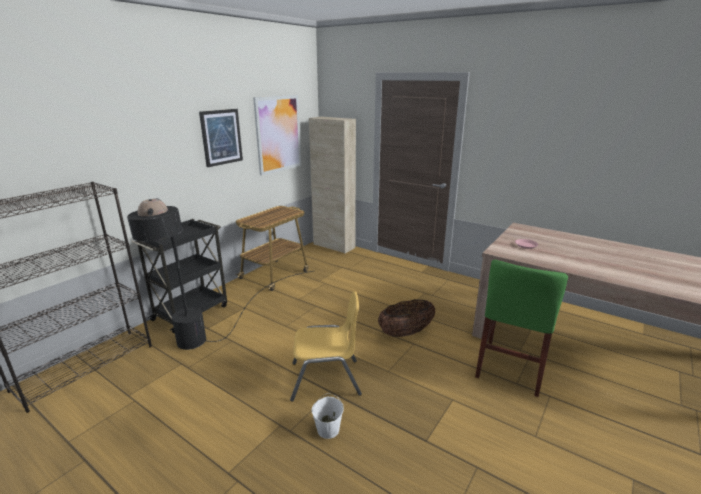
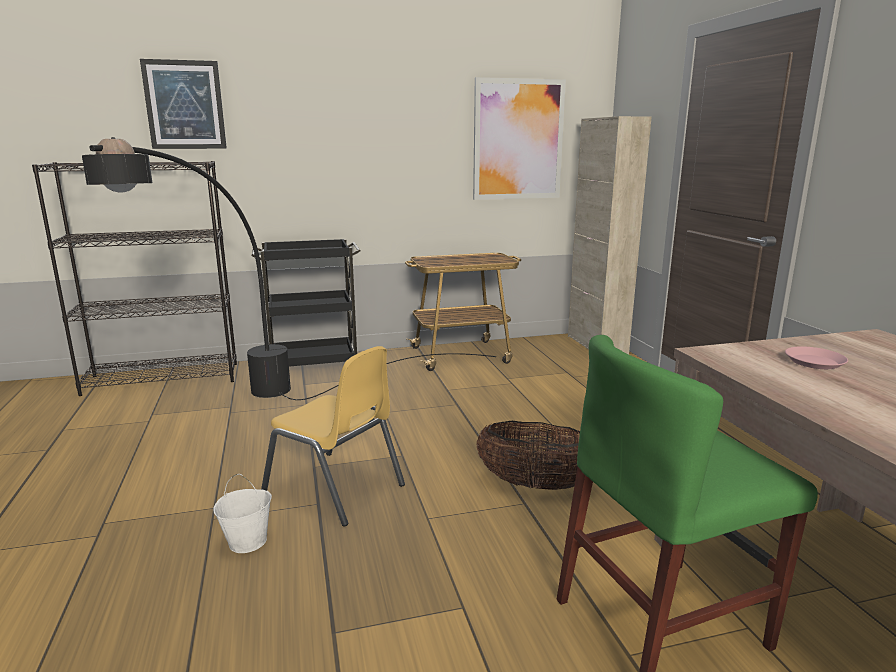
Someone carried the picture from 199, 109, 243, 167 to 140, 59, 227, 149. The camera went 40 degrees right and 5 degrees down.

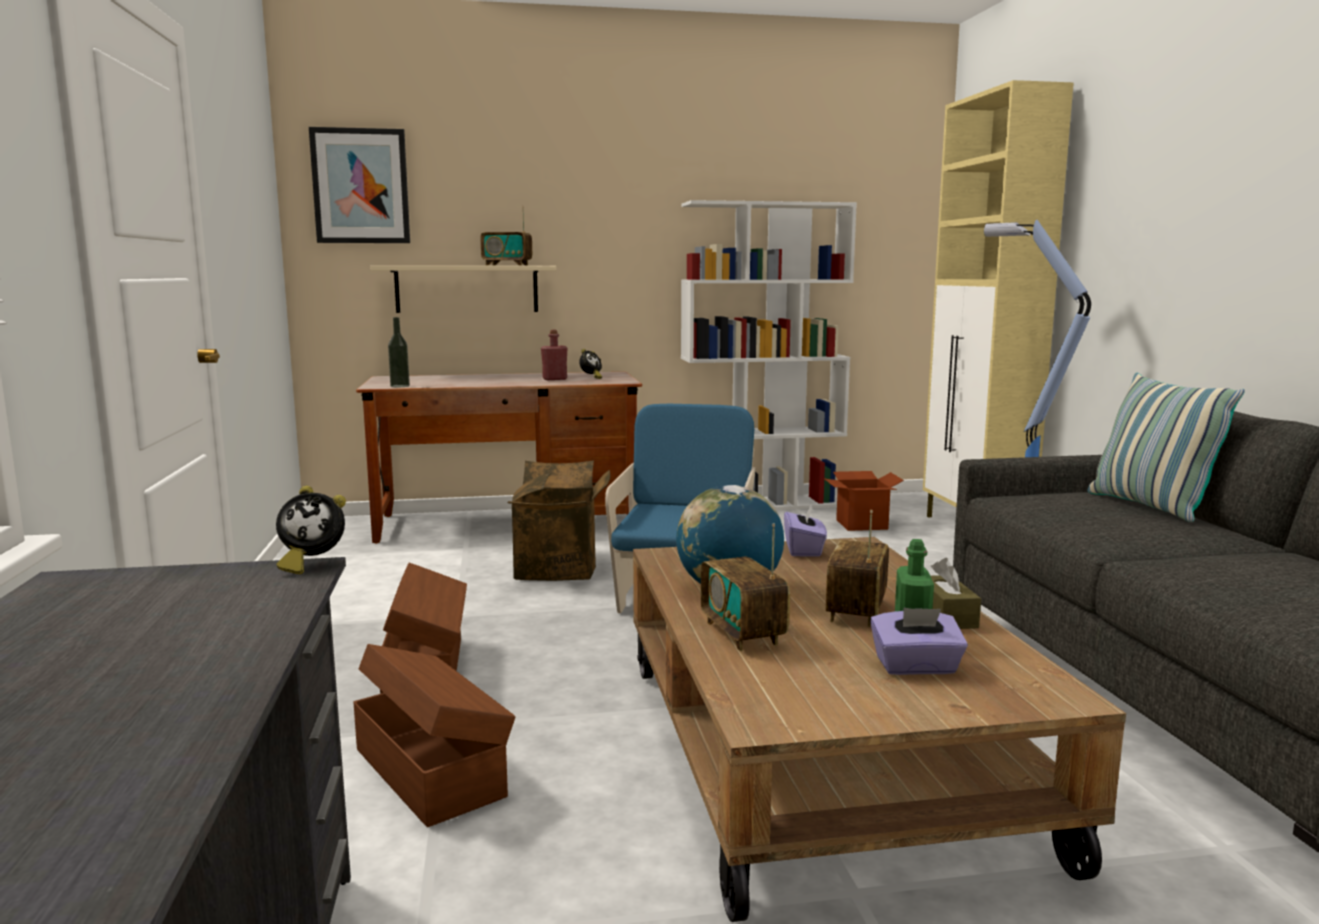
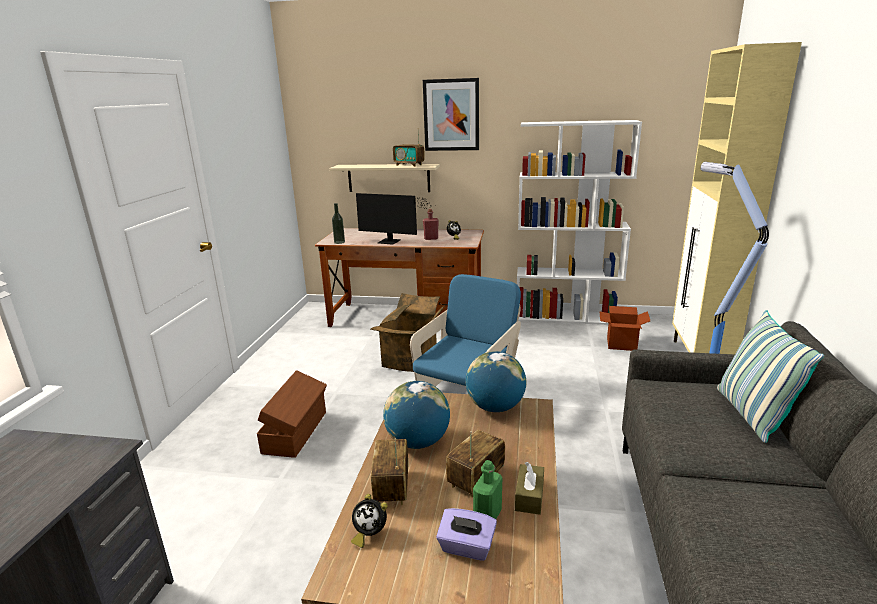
Someone took away the storage box (brown) at 353, 644, 516, 827. Someone put down the monitor at 356, 193, 430, 245. Someone carried the alarm clock from 276, 486, 346, 574 to 351, 494, 388, 548. Someone carried the picture from 309, 127, 410, 243 to 423, 78, 479, 151. Someone swapped the tissue box (purple) at 784, 502, 827, 557 for the globe at 466, 351, 526, 412. The camera went 20 degrees right and 10 degrees up.

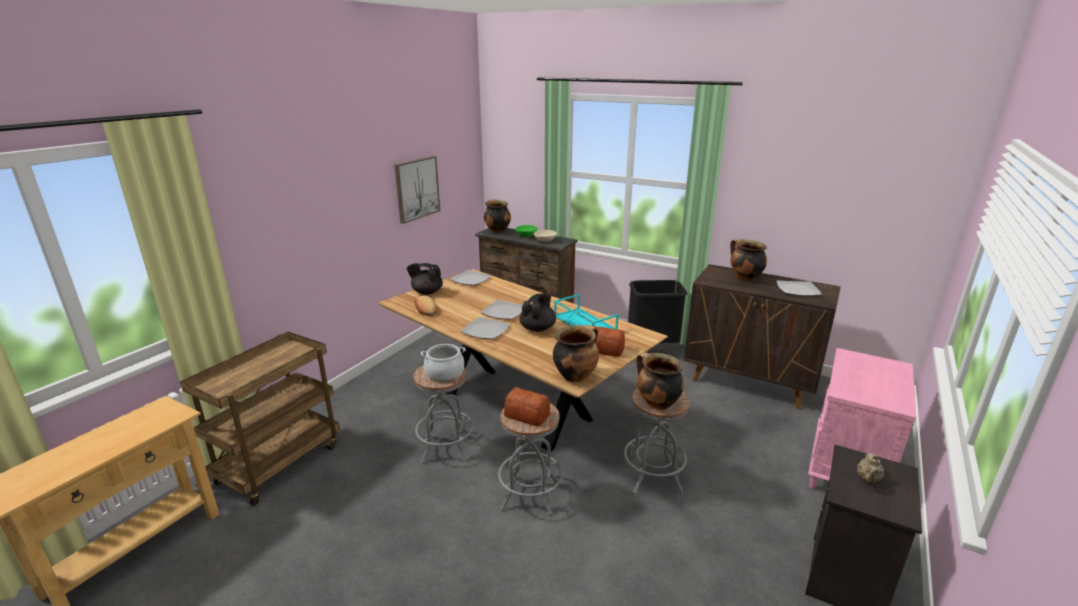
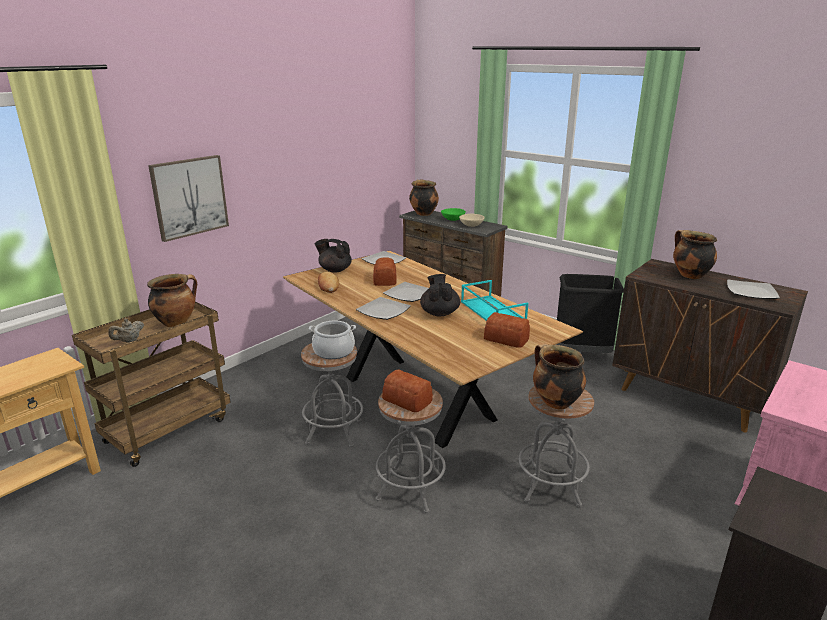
Someone put down the bread at 373, 257, 397, 286. Someone carried the picture from 395, 156, 440, 224 to 148, 155, 229, 242. Someone carried the cooking pot from 553, 325, 599, 383 to 147, 274, 197, 327. Someone carried the teapot (beige) from 857, 453, 884, 484 to 108, 319, 144, 343. Someone rotated the teapot (black) at 519, 293, 556, 332 by 45 degrees counterclockwise. The camera went 10 degrees right and 0 degrees up.

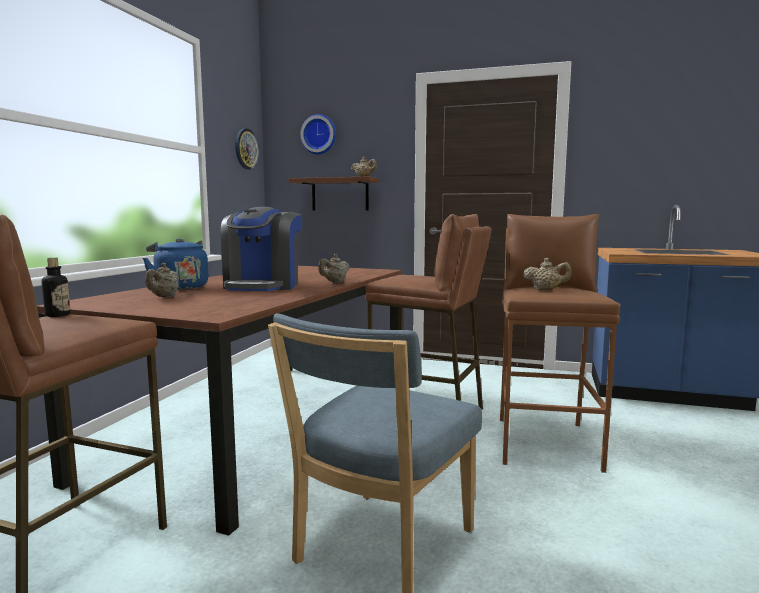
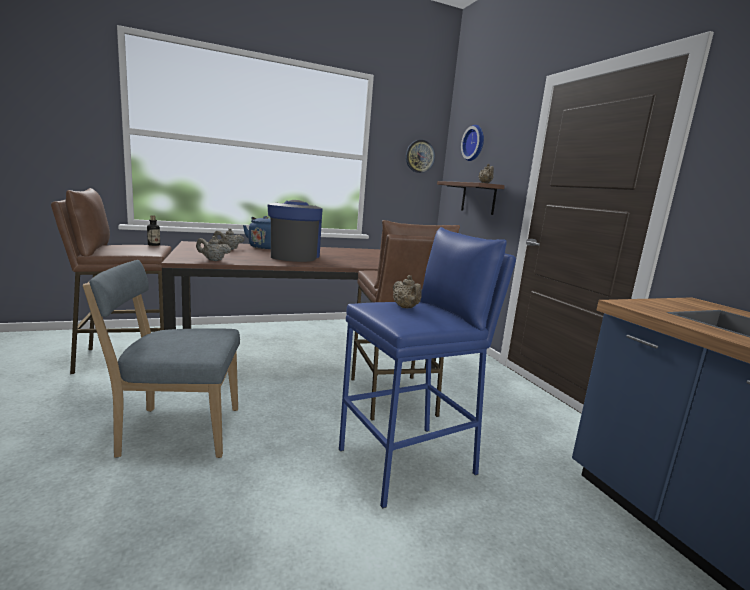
Someone carried the teapot (beige) from 318, 254, 350, 282 to 196, 236, 231, 261. Someone repainted the stool (brown) at 500, 214, 620, 473, which became the stool (blue) at 339, 227, 516, 509. Someone rotated the coffee machine at 221, 207, 302, 291 by 120 degrees clockwise. The camera went 50 degrees right and 5 degrees up.

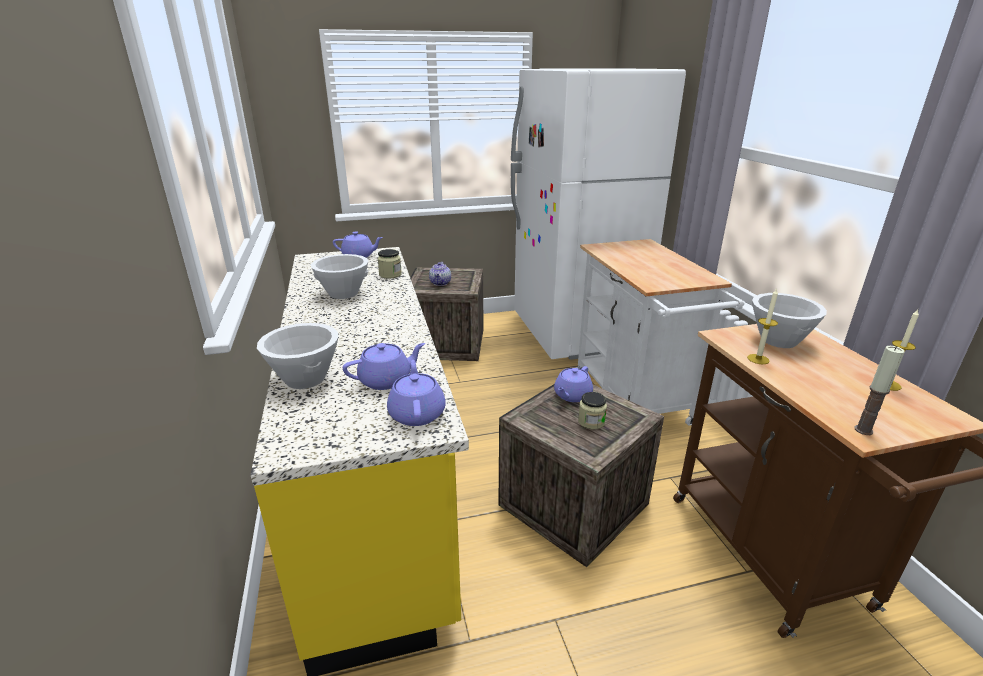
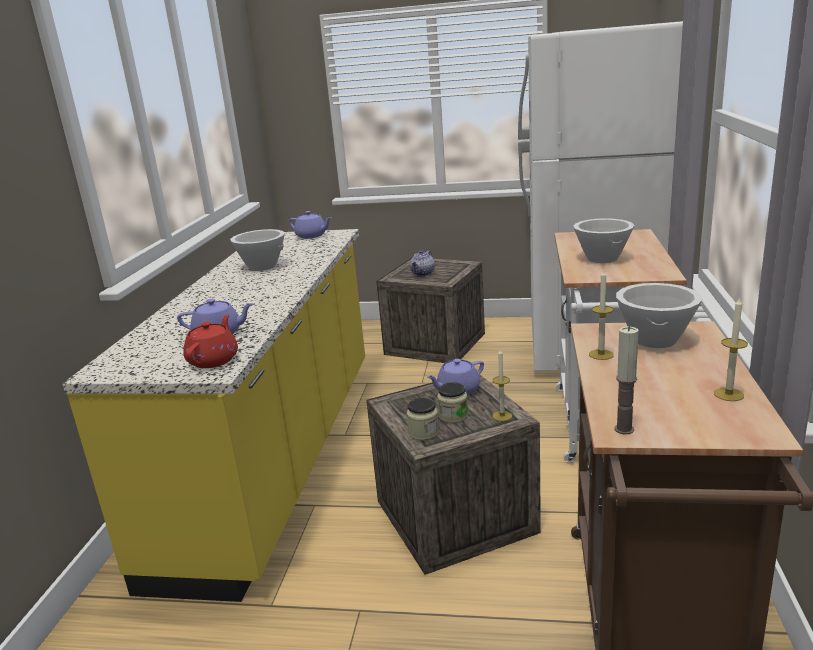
Someone put down the candle at 492, 349, 512, 421. Someone carried the bowl (white) from 257, 323, 339, 389 to 573, 218, 634, 263. Someone carried the jar from 378, 249, 402, 279 to 407, 398, 439, 441. Someone repainted the teapot (purple) at 387, 360, 446, 426, which became the teapot (red) at 183, 314, 238, 368. The camera went 25 degrees right and 5 degrees down.

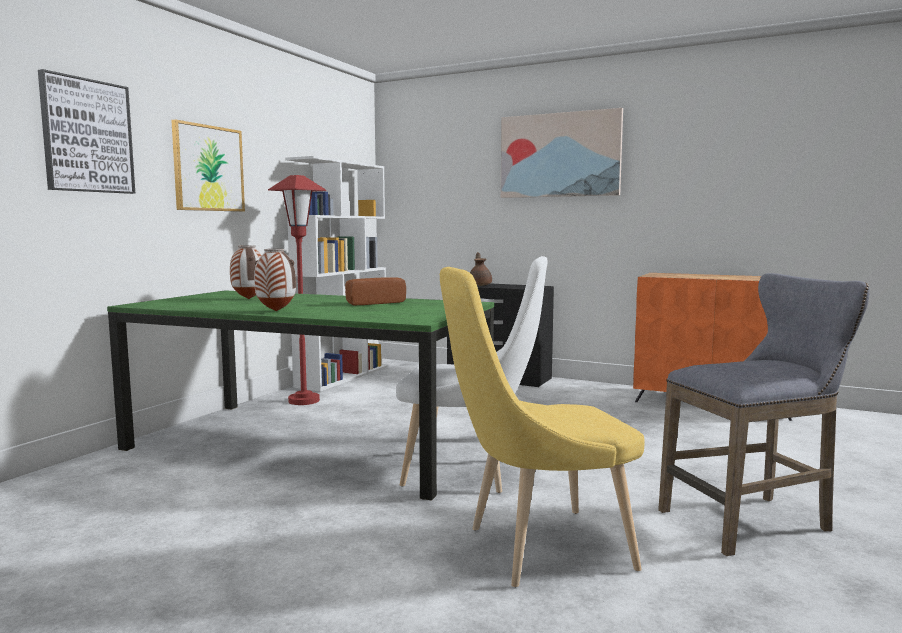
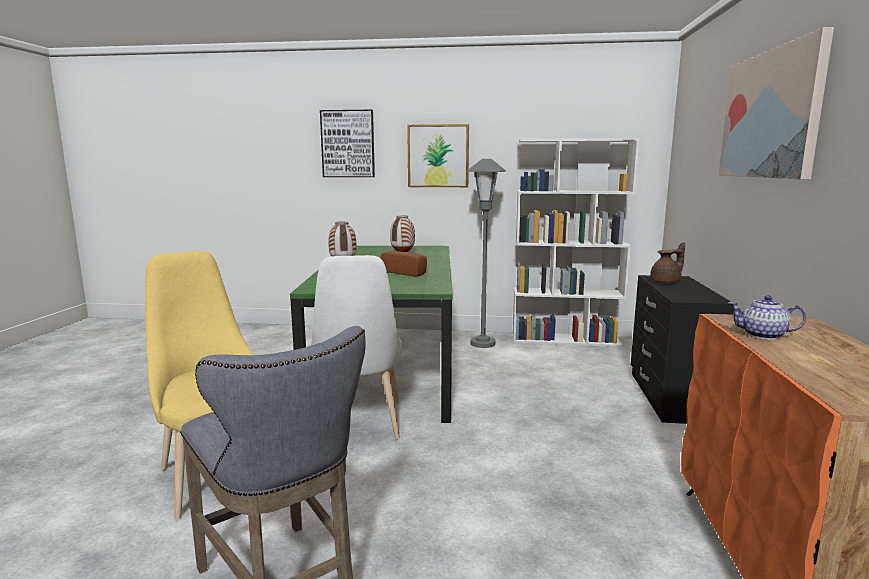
Someone put down the teapot at 728, 295, 806, 340. Someone repainted the floor lamp (red) at 268, 175, 326, 405, which became the floor lamp (grey) at 467, 159, 506, 348. The camera went 70 degrees right and 5 degrees up.

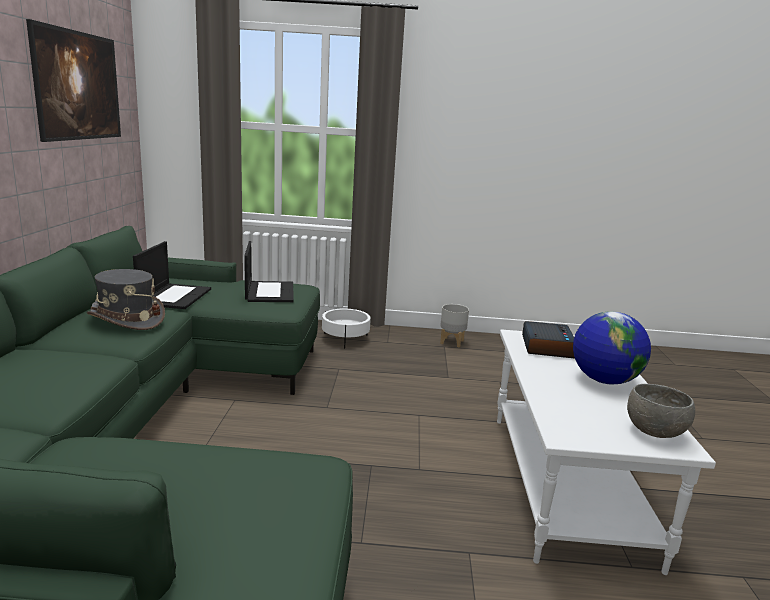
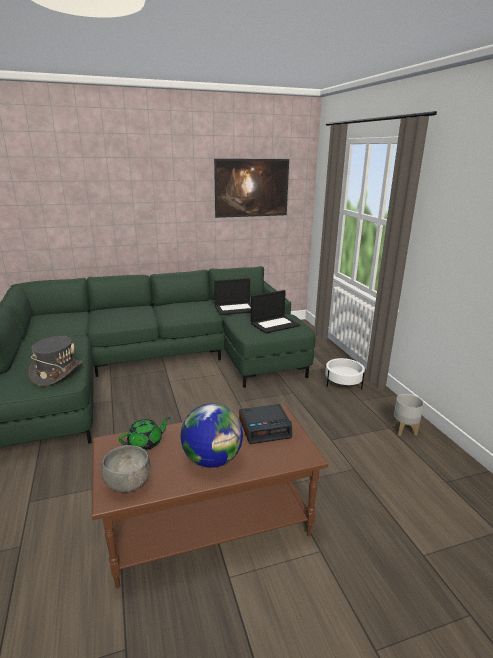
Someone put down the teapot (green) at 119, 417, 171, 451. Someone carried the hat (grey) from 87, 269, 165, 330 to 29, 336, 82, 386. Someone repainted the coffee table (white) at 497, 329, 716, 575, which became the coffee table (brown) at 92, 405, 328, 589. The camera went 70 degrees right and 5 degrees up.

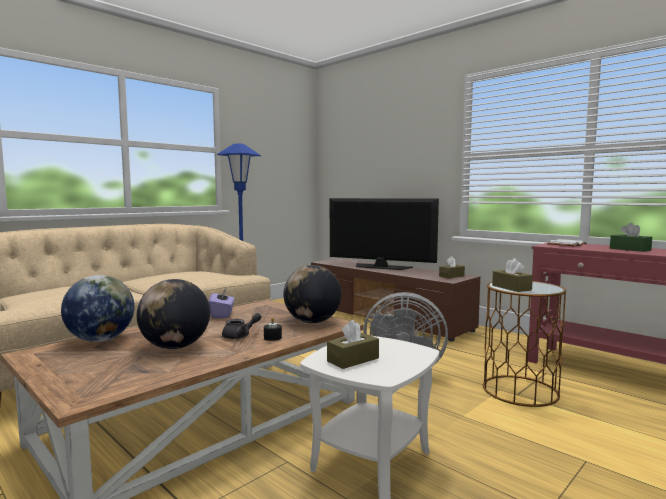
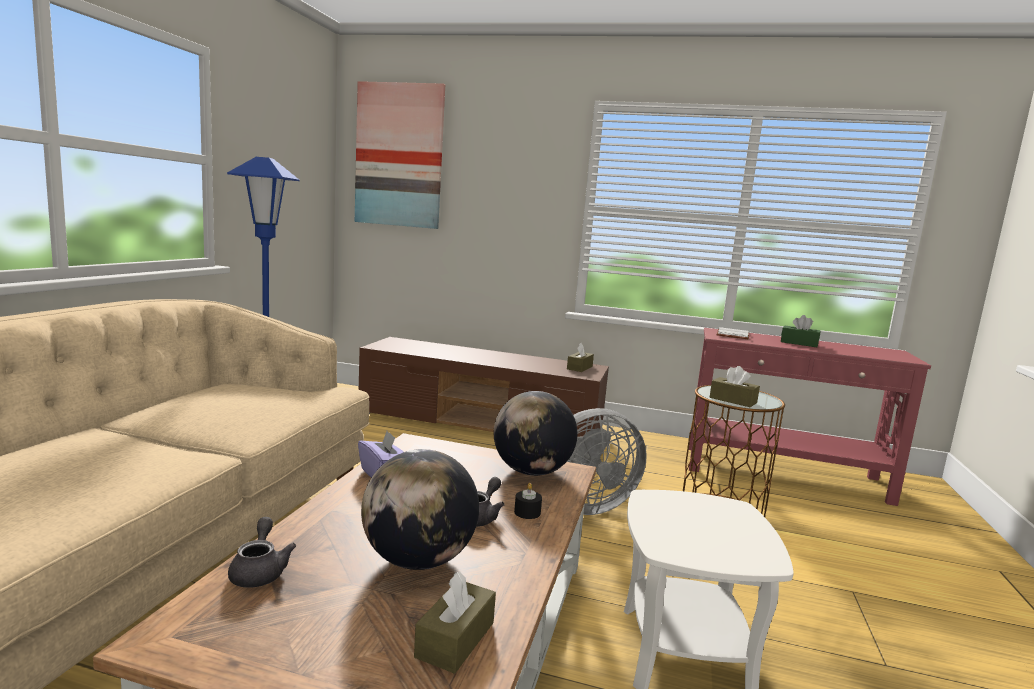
Someone took away the television at 330, 198, 439, 270. Someone put up the picture at 355, 81, 445, 229. Someone carried the tissue box (brown) from 327, 320, 379, 369 to 414, 572, 496, 674. Someone swapped the globe at 61, 275, 135, 342 for the teapot (grey) at 228, 517, 296, 588. The camera went 30 degrees left and 5 degrees up.

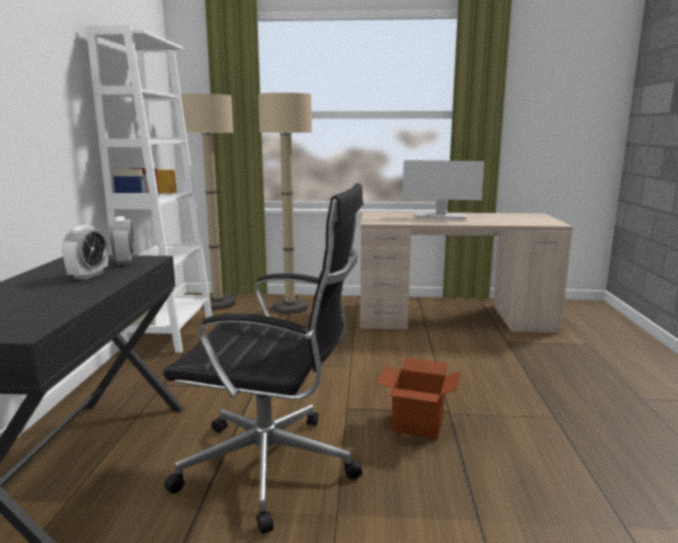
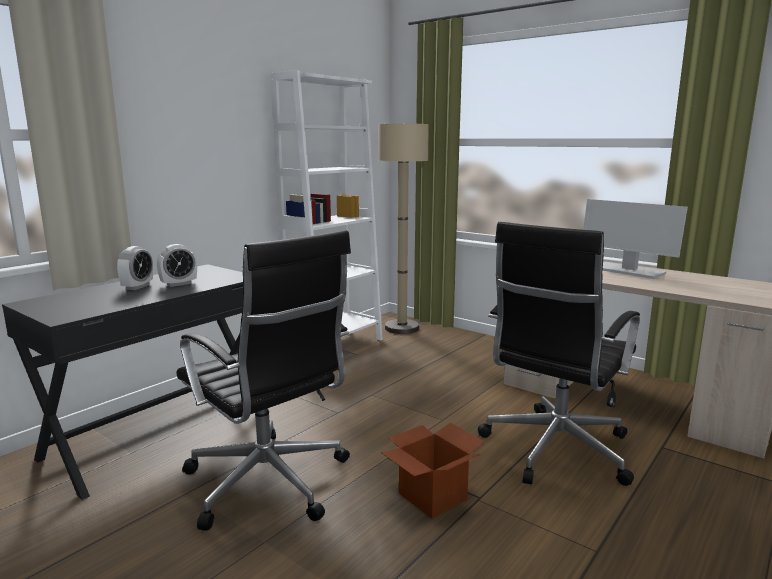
Someone took away the floor lamp (beige) at 258, 93, 312, 314. Someone put down the office chair (black) at 478, 222, 640, 486. Someone carried the alarm clock from 109, 216, 134, 265 to 117, 246, 153, 290. The camera went 35 degrees right and 0 degrees up.

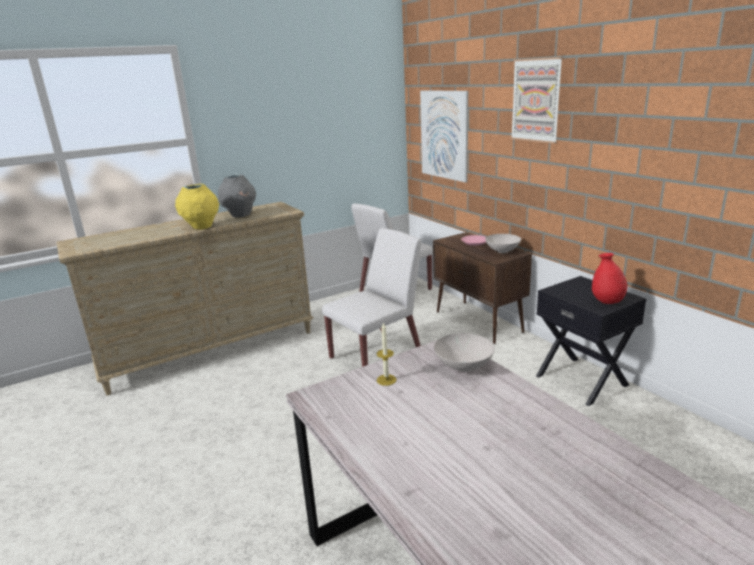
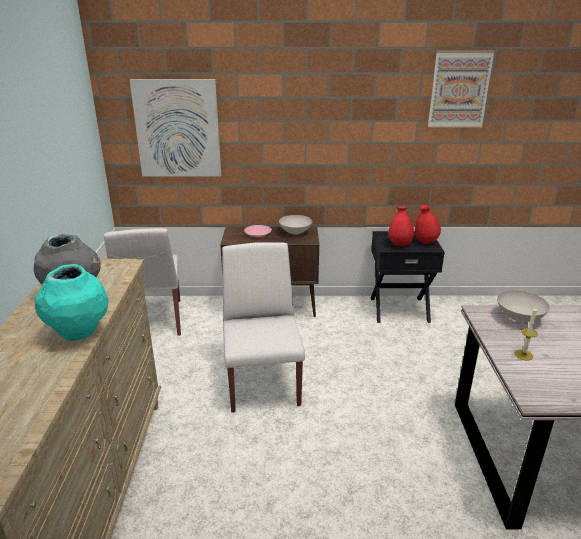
Someone put down the vase (red) at 388, 206, 414, 246. Someone carried the picture from 510, 57, 563, 144 to 428, 51, 495, 128. Someone repainted the vase (yellow) at 175, 184, 219, 230, which became the vase (turquoise) at 35, 264, 109, 341. The camera went 60 degrees left and 5 degrees up.

